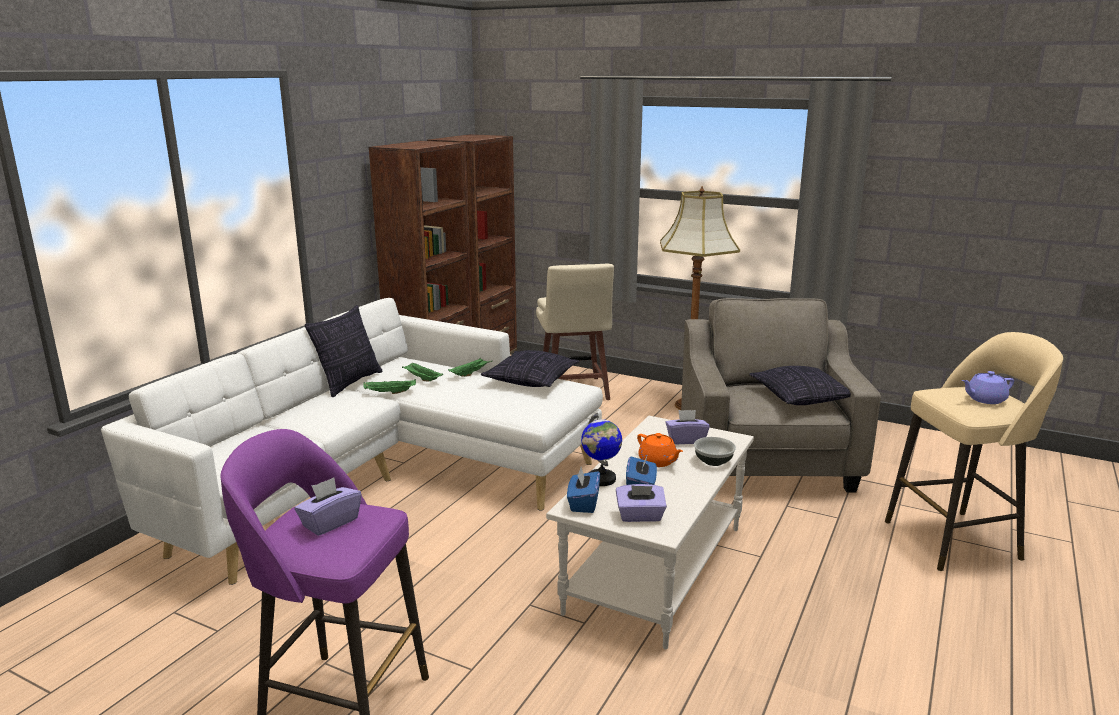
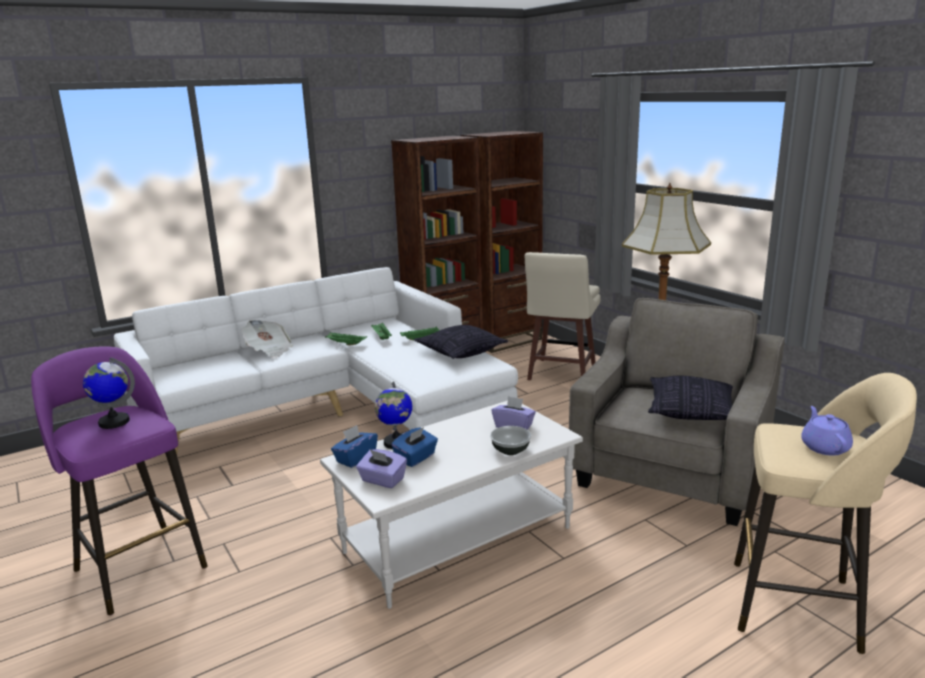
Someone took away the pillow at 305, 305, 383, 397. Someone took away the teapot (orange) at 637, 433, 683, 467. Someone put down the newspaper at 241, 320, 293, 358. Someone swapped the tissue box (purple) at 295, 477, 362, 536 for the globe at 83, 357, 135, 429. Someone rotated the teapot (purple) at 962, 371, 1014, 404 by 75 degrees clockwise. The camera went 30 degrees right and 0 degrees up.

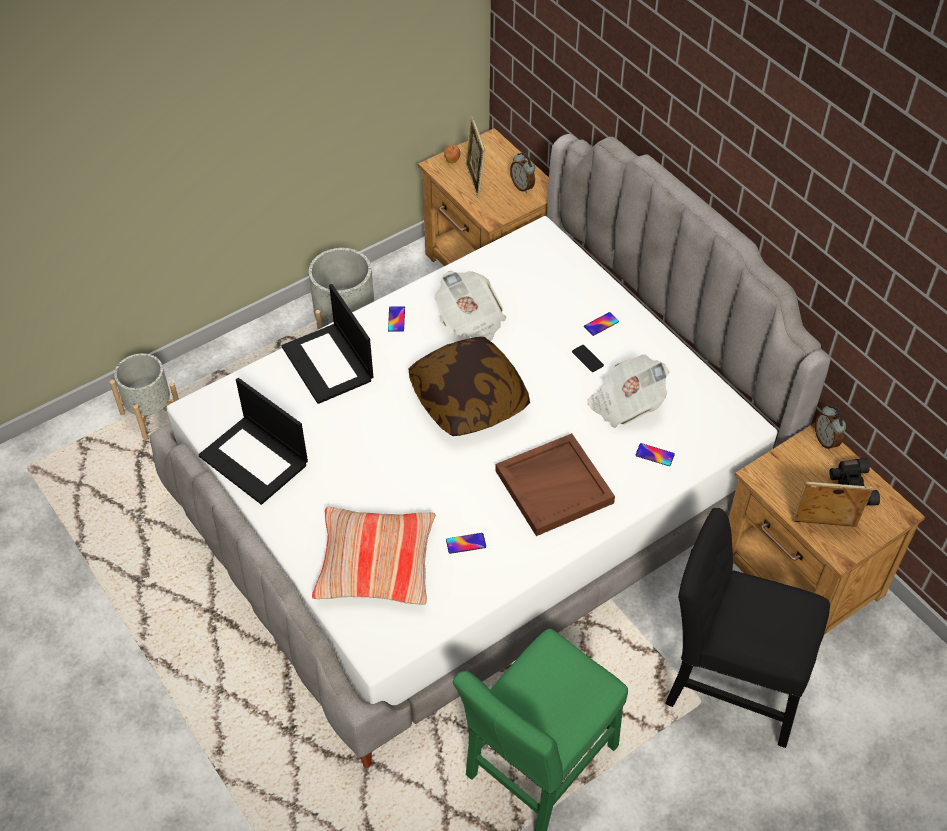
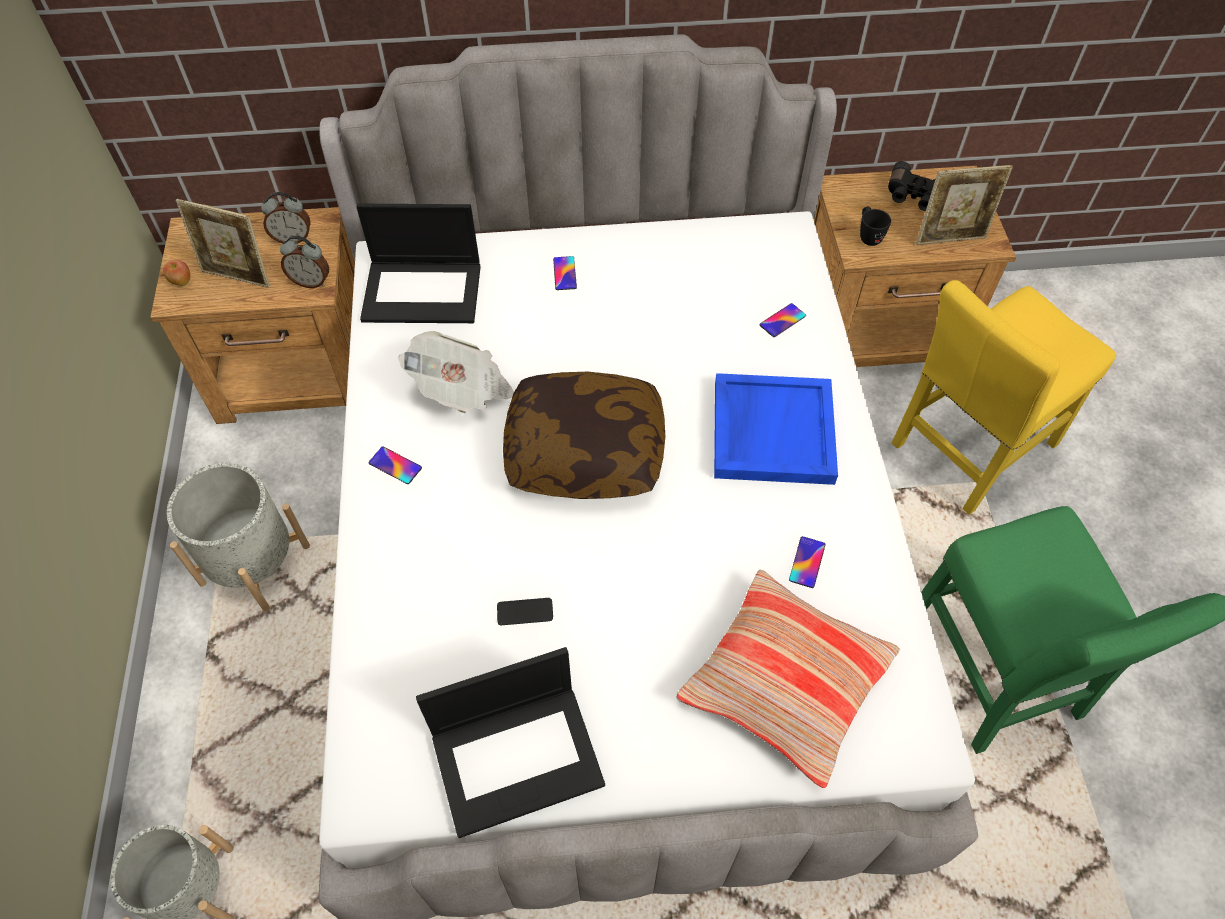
Someone took away the newspaper at 587, 355, 669, 428. Someone put down the mug (black) at 860, 207, 891, 246. Someone carried the laptop from 282, 284, 374, 404 to 357, 204, 481, 323. Someone carried the phone from 572, 345, 604, 372 to 497, 598, 553, 625. Someone carried the alarm clock from 815, 405, 846, 451 to 280, 236, 329, 288. Someone repainted the tray (brown) at 496, 433, 615, 536, which became the tray (blue) at 714, 373, 838, 485. Someone repainted the chair (black) at 665, 508, 830, 748, which became the chair (yellow) at 892, 280, 1116, 515. Someone rotated the picture frame at 792, 482, 873, 527 by 135 degrees counterclockwise. The camera went 60 degrees left and 5 degrees up.

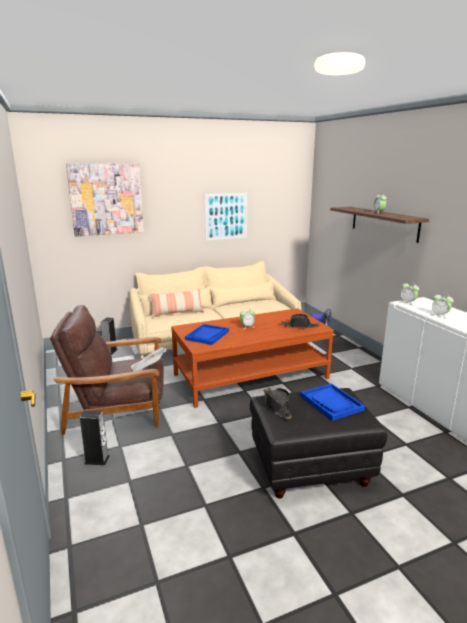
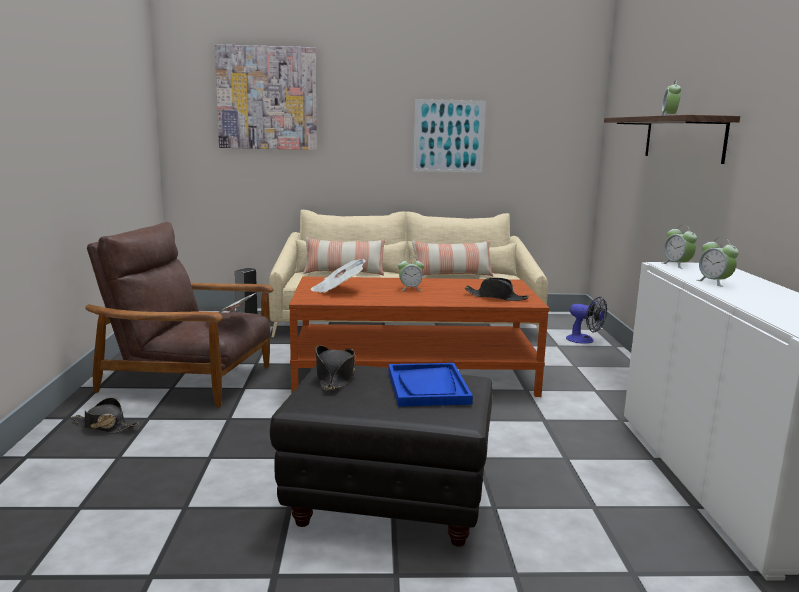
Someone put down the pillow at 412, 240, 493, 276. Someone swapped the speaker at 80, 411, 110, 465 for the hat (black) at 72, 397, 139, 433. Someone swapped the tray (blue) at 185, 324, 229, 345 for the newspaper at 310, 259, 366, 293. The camera went 20 degrees right and 5 degrees down.

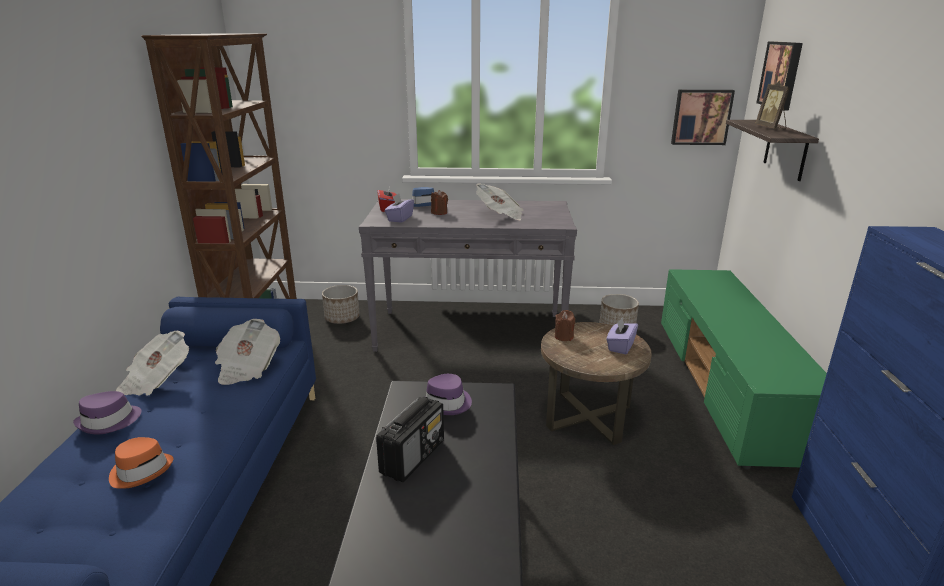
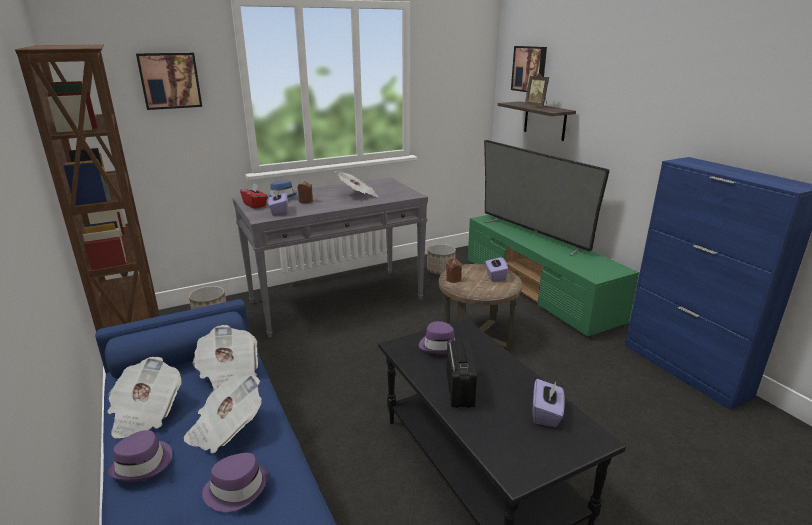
Someone put down the newspaper at 184, 375, 262, 453. Someone put down the television at 484, 140, 610, 256. Someone put down the tissue box (purple) at 533, 379, 565, 427. Someone carried the picture from 671, 90, 735, 145 to 136, 53, 202, 110. Someone repainted the hat (orange) at 109, 437, 174, 489, which became the hat (purple) at 202, 453, 268, 512. The camera went 30 degrees left and 0 degrees up.

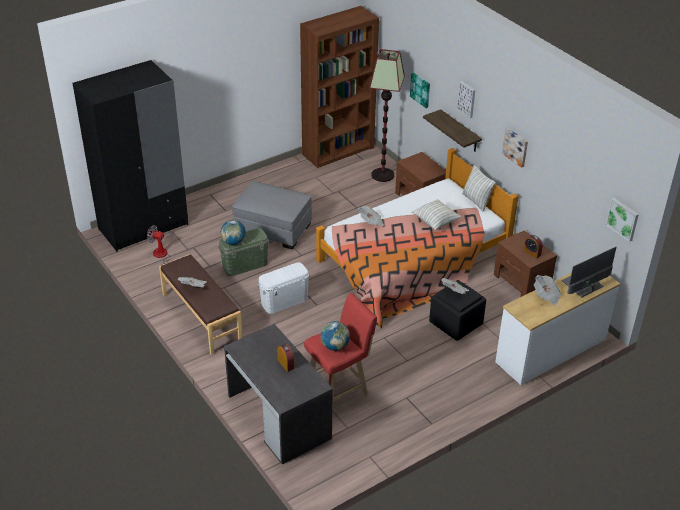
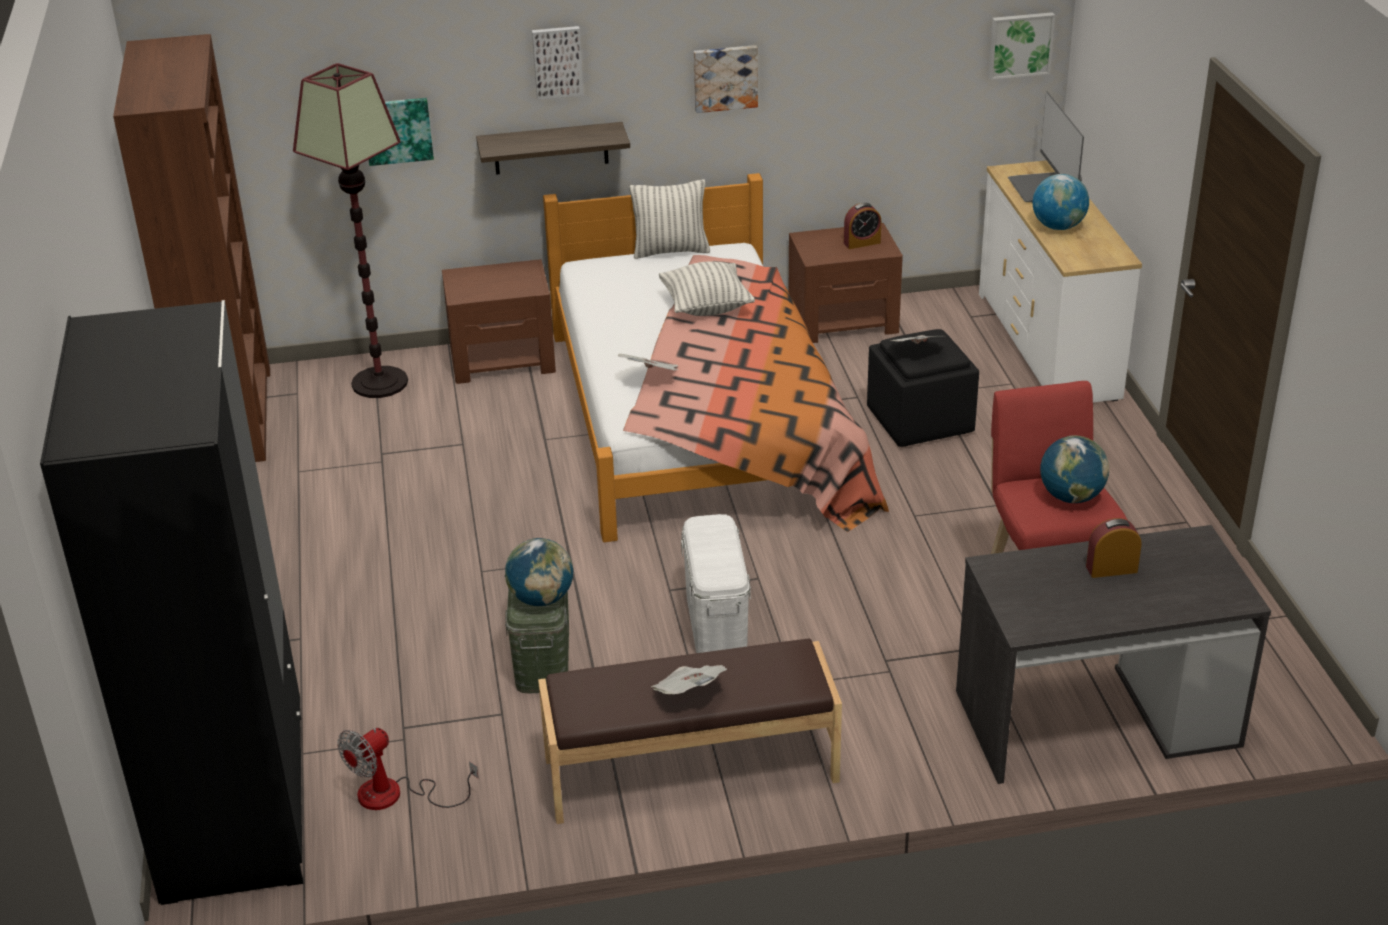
Someone took away the ottoman (grey) at 232, 181, 312, 249. Someone swapped the newspaper at 534, 275, 562, 305 for the globe at 1033, 174, 1089, 230. The camera went 65 degrees left and 5 degrees down.

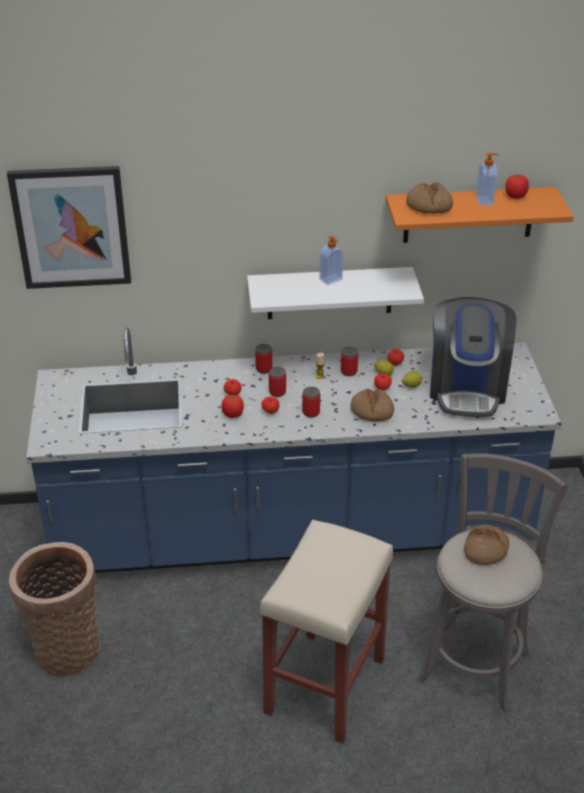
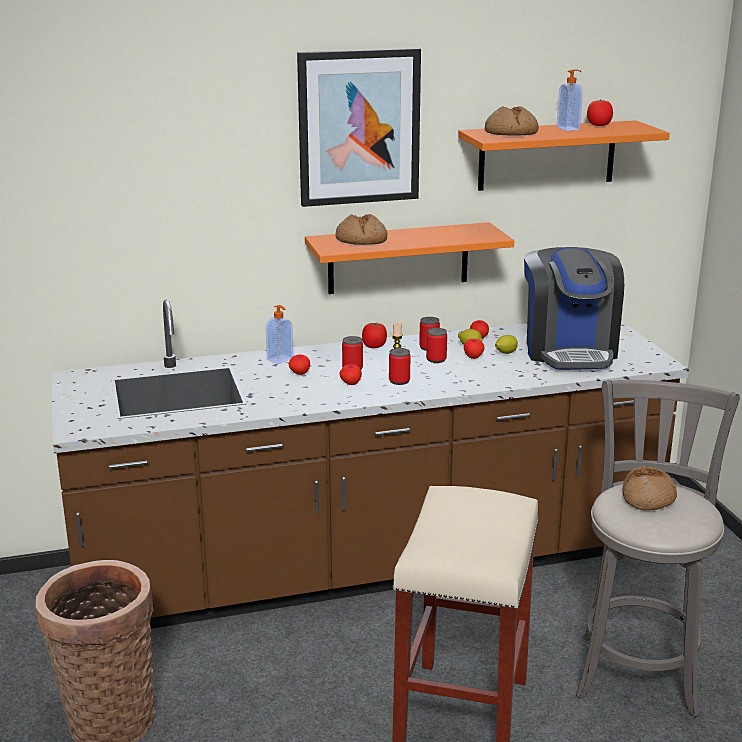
Someone carried the picture from 7, 166, 131, 289 to 297, 48, 421, 207. Someone carried the tomato from 221, 395, 244, 418 to 362, 323, 387, 348. Someone carried the can from 255, 344, 272, 373 to 426, 328, 447, 363. Someone carried the soap dispenser from 319, 236, 343, 285 to 265, 305, 294, 364. Someone carried the bread from 350, 389, 394, 421 to 336, 214, 387, 245. Someone repainted the counter (blue) at 26, 328, 562, 573, which became the counter (brown) at 51, 300, 689, 629. Someone repainted the shelf (white) at 247, 267, 424, 319, which became the shelf (orange) at 305, 222, 514, 294. The camera went 10 degrees left and 15 degrees down.

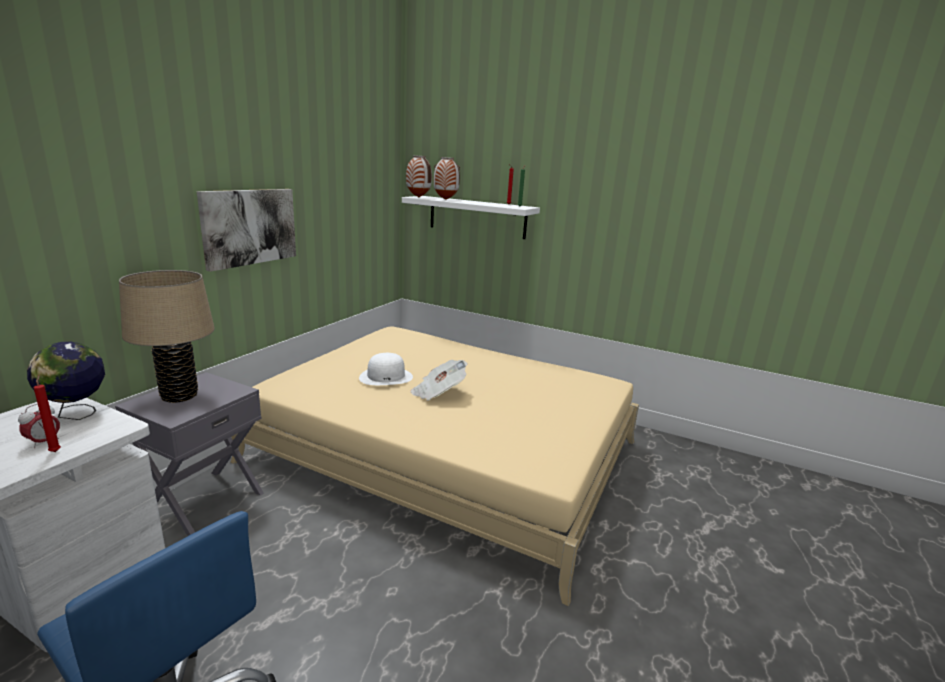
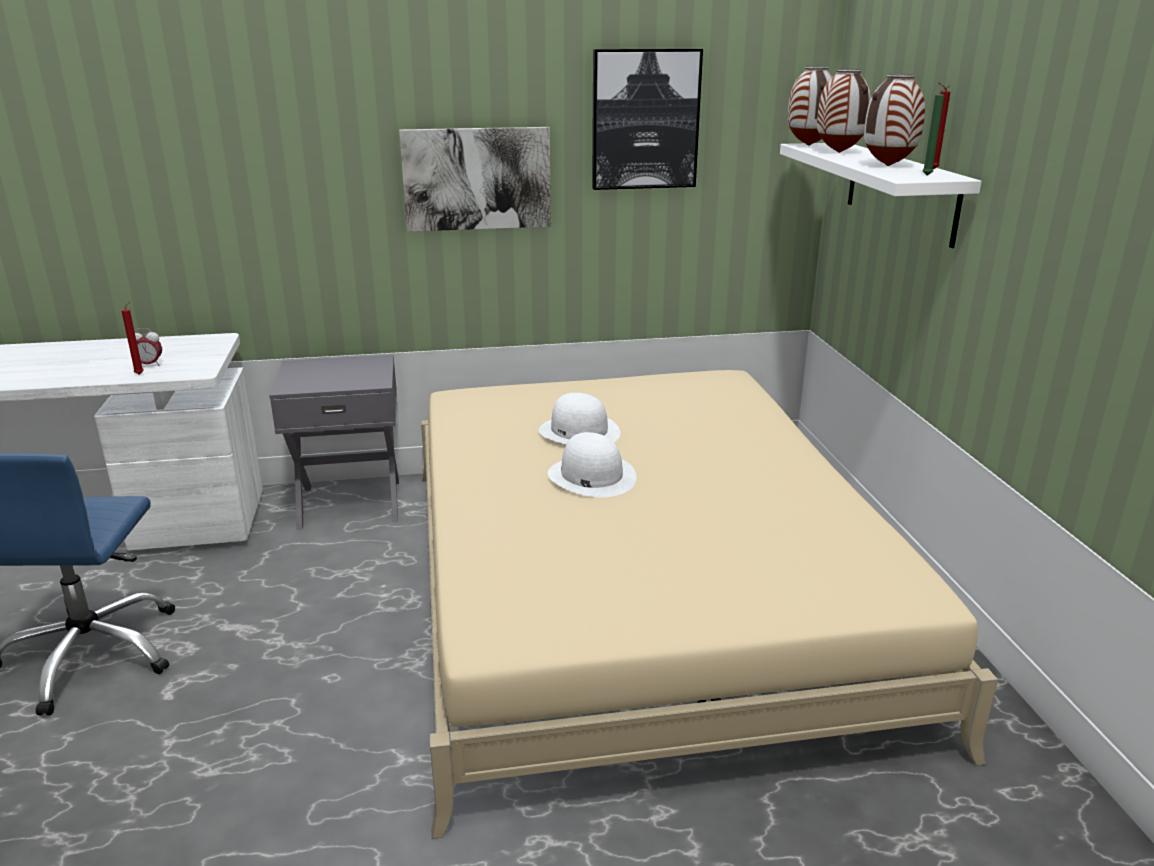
Someone took away the globe at 27, 342, 105, 420. Someone took away the table lamp (beige) at 119, 270, 215, 403. Someone put up the picture at 592, 49, 703, 190. Someone put down the vase at 864, 74, 925, 166. Someone swapped the newspaper at 410, 360, 468, 401 for the hat (white) at 548, 432, 637, 497. The camera went 55 degrees right and 5 degrees up.

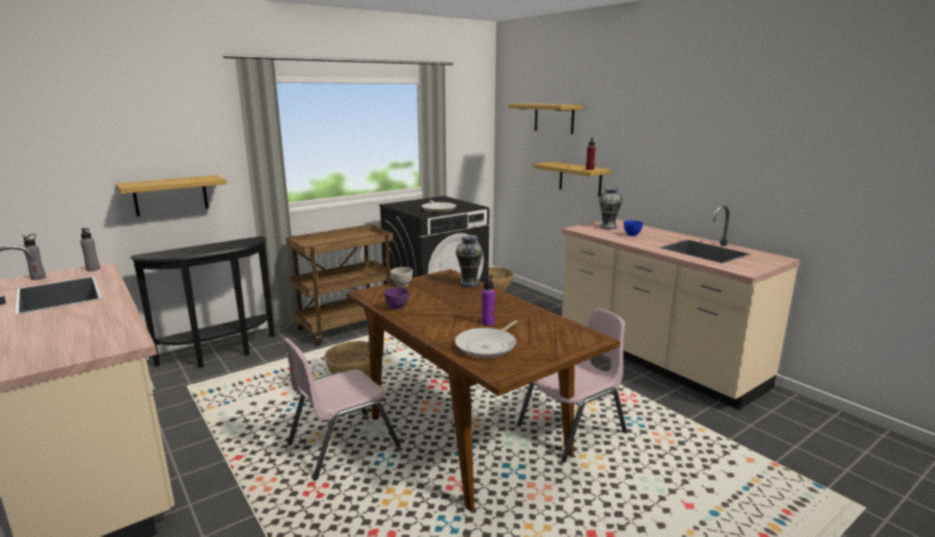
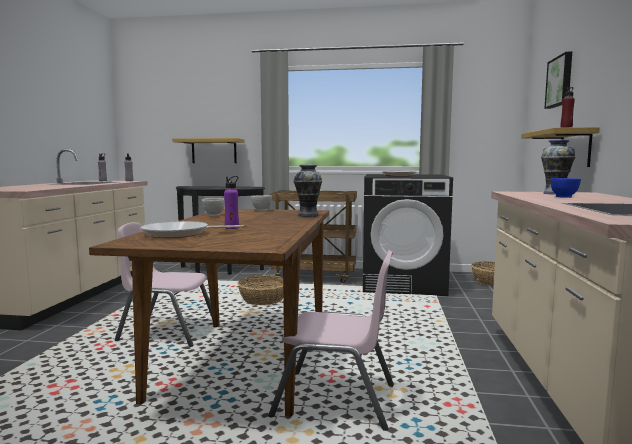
Someone swapped the shelf at 508, 104, 583, 134 for the picture at 544, 52, 572, 109. Someone repainted the bowl (purple) at 384, 287, 409, 310, which became the bowl (white) at 202, 198, 225, 216. The camera went 45 degrees right and 10 degrees down.

